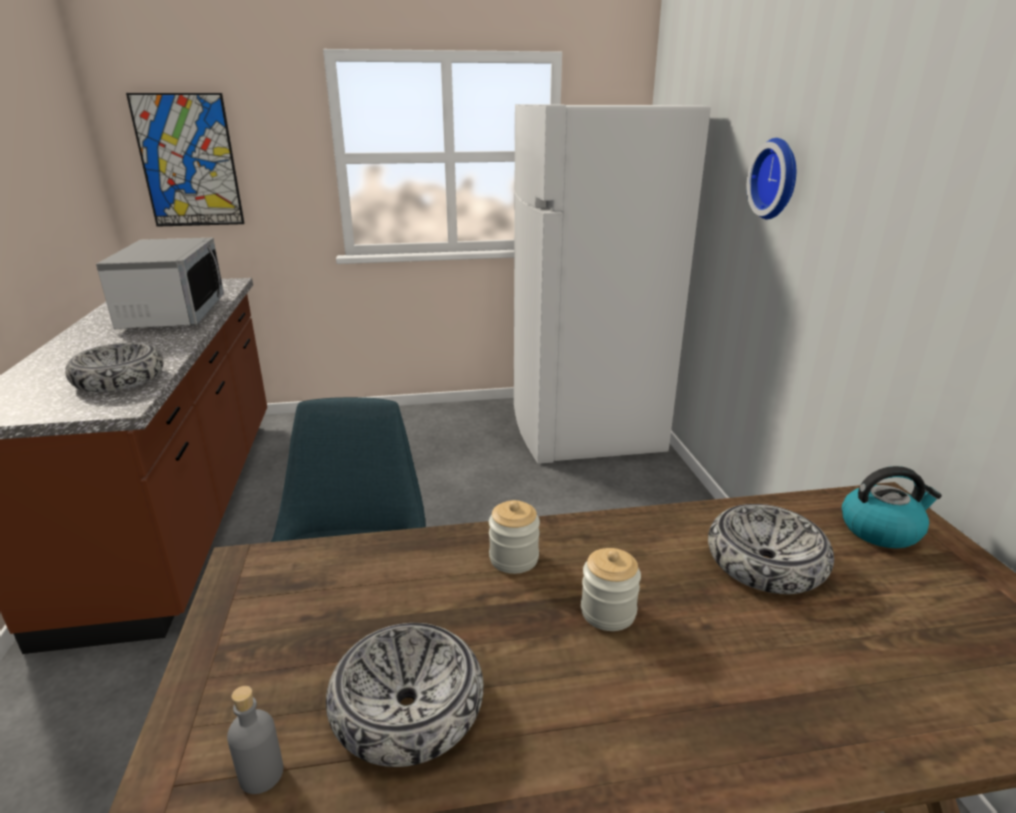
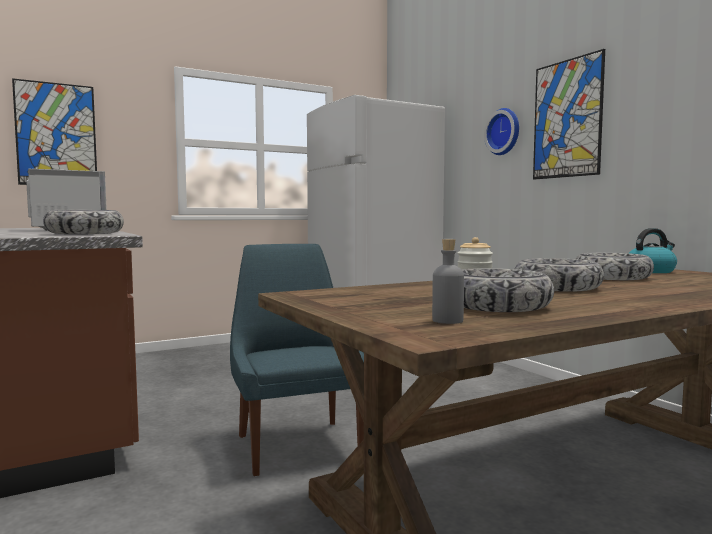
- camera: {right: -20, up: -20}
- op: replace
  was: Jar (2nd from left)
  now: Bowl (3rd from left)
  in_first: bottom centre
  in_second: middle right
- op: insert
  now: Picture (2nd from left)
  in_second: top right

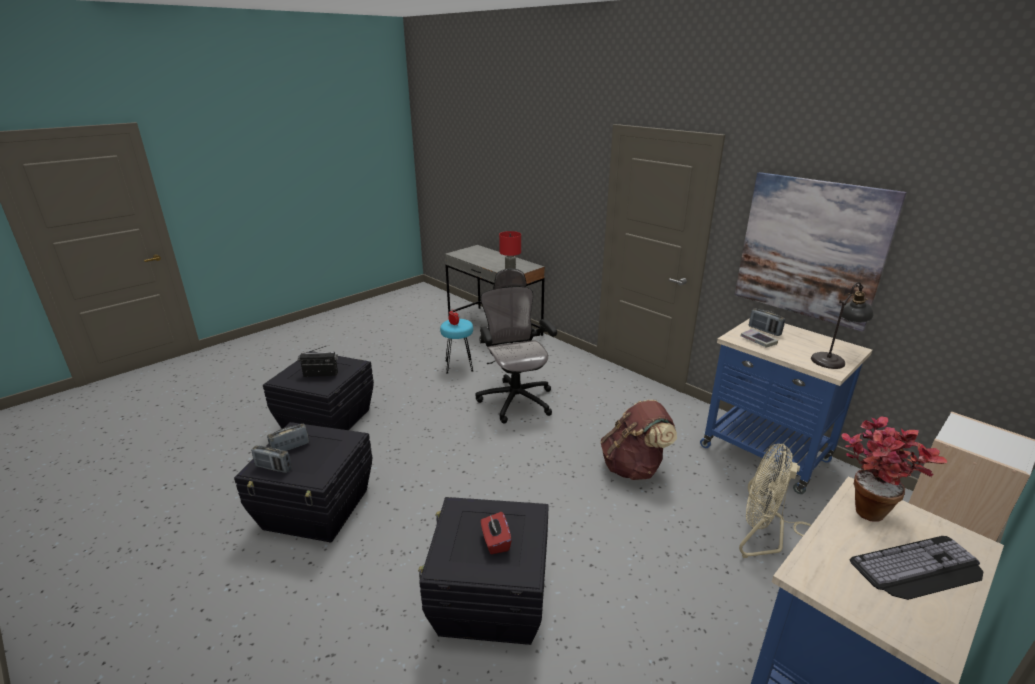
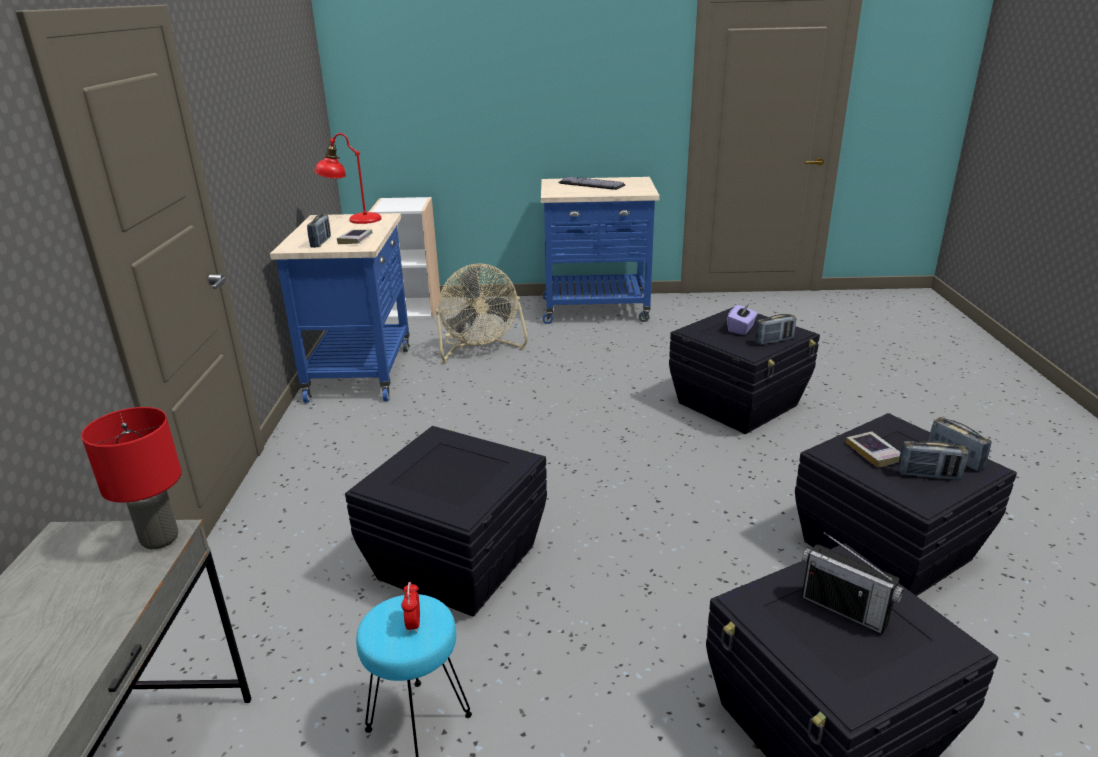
- camera: {right: -135, up: 0}
- op: recolor
  was: GreyTableLamp
  now: RedTableLamp (2nd from left)
  in_first: middle right
  in_second: top left
- op: replace
  was: OfficeChair
  now: BlackStorageBox (1st from left)
  in_first: centre
  in_second: bottom centre
- op: recolor
  was: RedTissueBox
  now: PurpleTissueBox
  in_first: bottom centre
  in_second: middle right
- op: insert
  now: Radio (2nd from left)
  in_second: middle right
- op: insert
  now: Book (2nd from left)
  in_second: middle right
- op: delete
  was: BrownBackpack
  in_first: centre
- op: delete
  was: Picture
  in_first: middle right
- op: delete
  was: PottedPlant
  in_first: bottom right

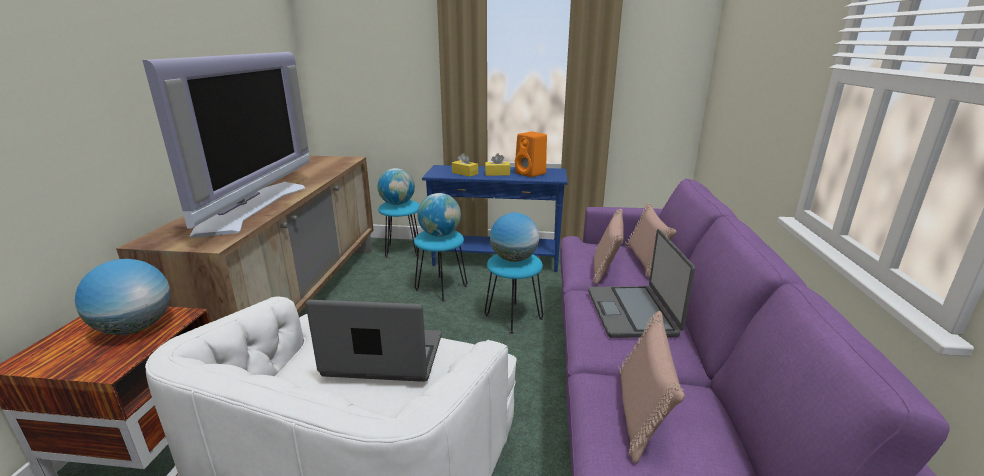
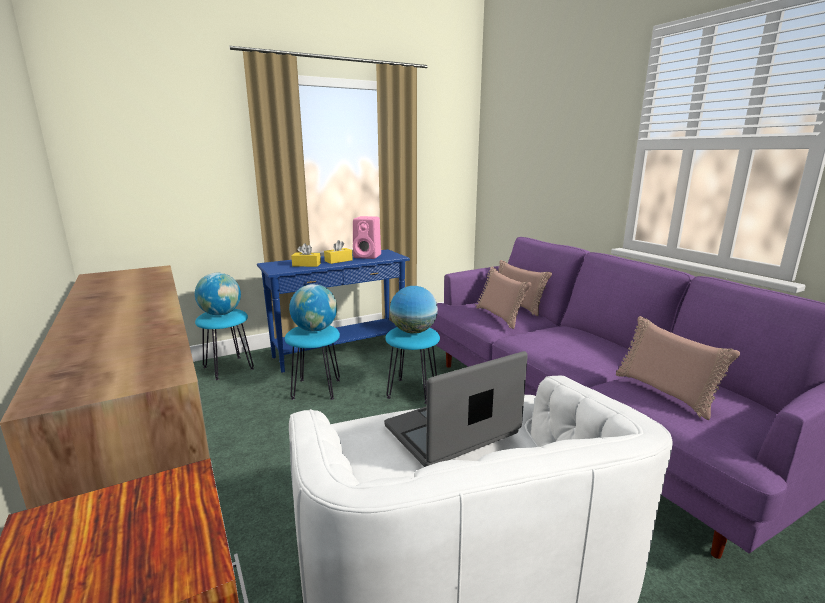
- camera: {right: -35, up: -5}
- op: recolor
  was: OrangeSpeaker
  now: PinkSpeaker
  in_first: top centre
  in_second: centre
- op: delete
  was: Globe (1st from left)
  in_first: middle left
- op: delete
  was: Television
  in_first: top left
- op: delete
  was: Laptop (2nd from left)
  in_first: centre

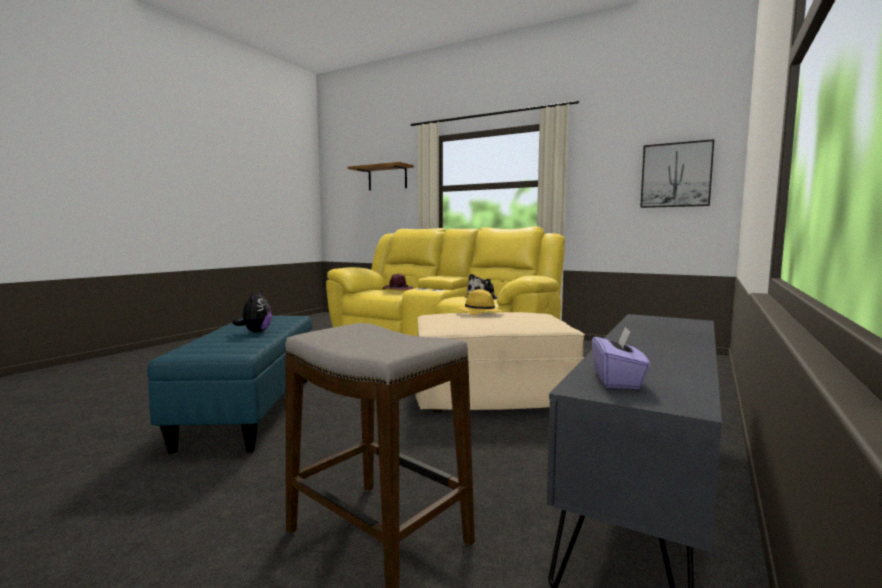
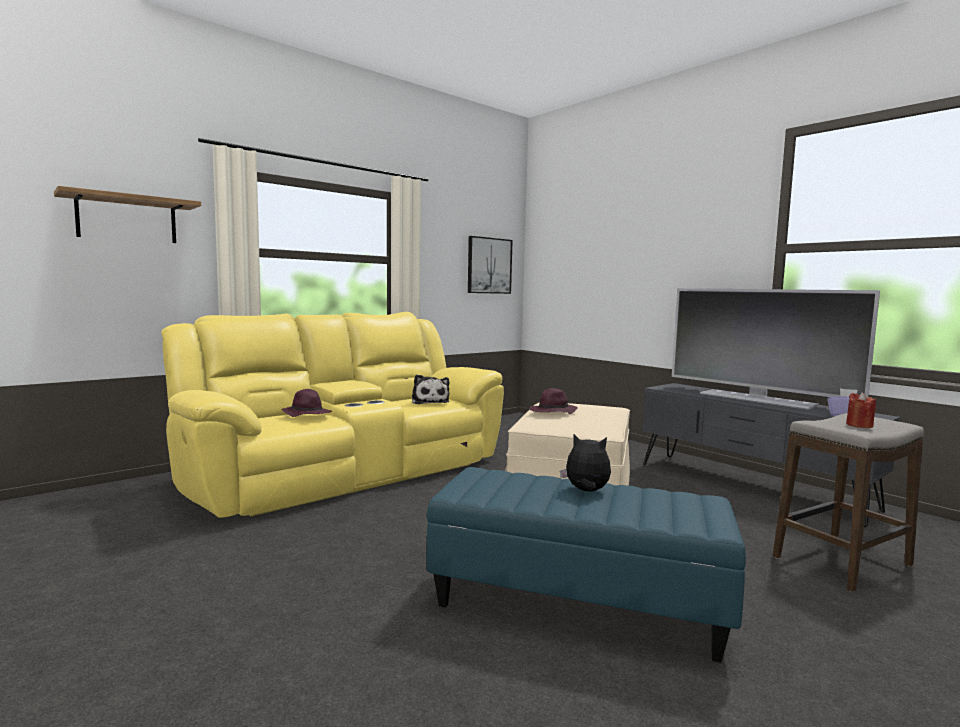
- camera: {right: -70, up: 0}
- op: recolor
  was: YellowHat
  now: PurpleHat (2nd from left)
  in_first: centre
  in_second: centre
- op: insert
  now: Television
  in_second: middle right
- op: insert
  now: RedCandle
  in_second: middle right

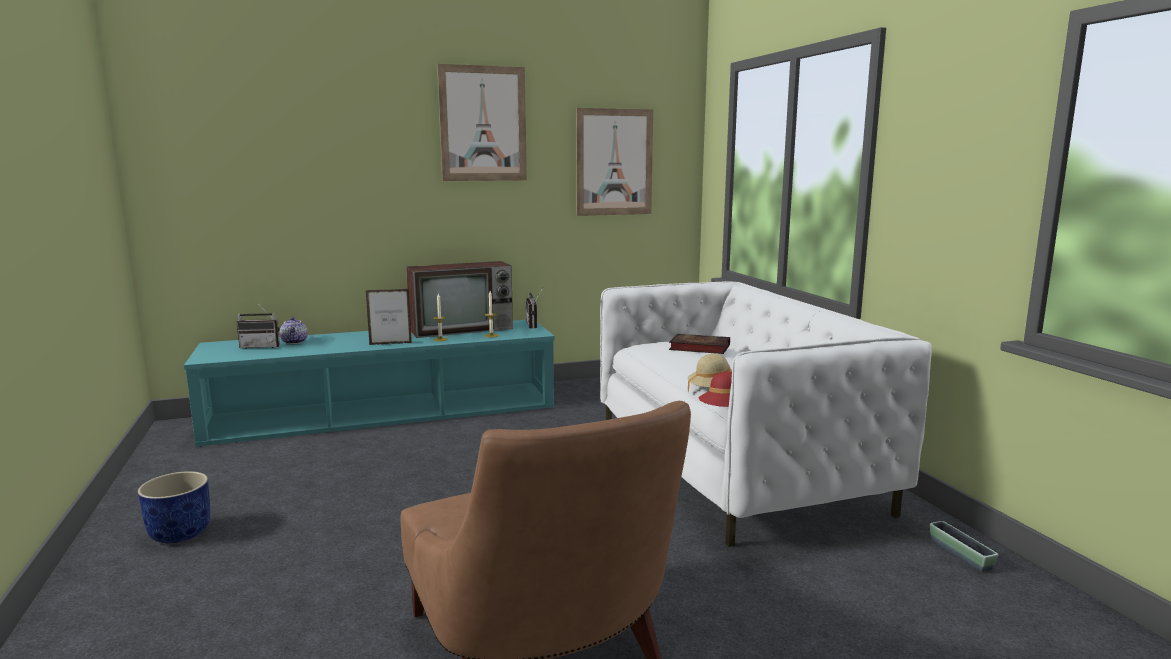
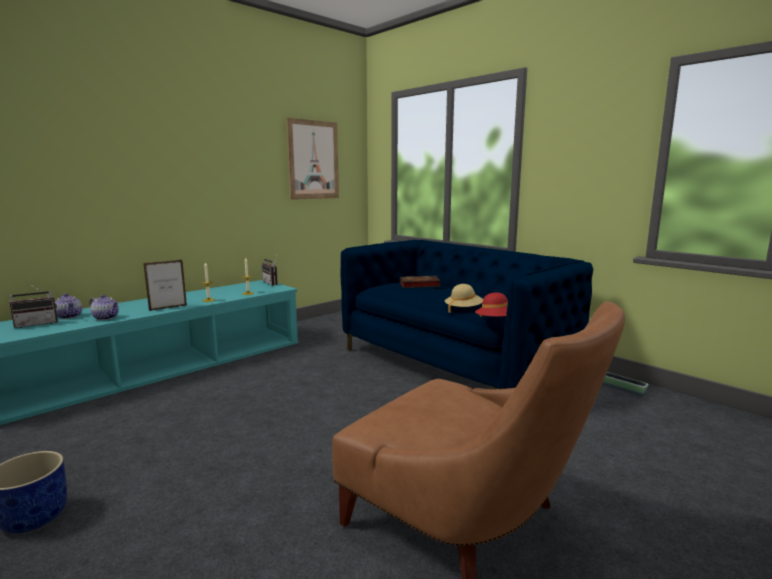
- camera: {right: -25, up: 0}
- op: insert
  now: Teapot (2nd from left)
  in_second: middle left
- op: recolor
  was: WhiteSofa
  now: BlueSofa
  in_first: centre
  in_second: centre
- op: delete
  was: Television
  in_first: centre
- op: delete
  was: Picture (1st from left)
  in_first: top centre

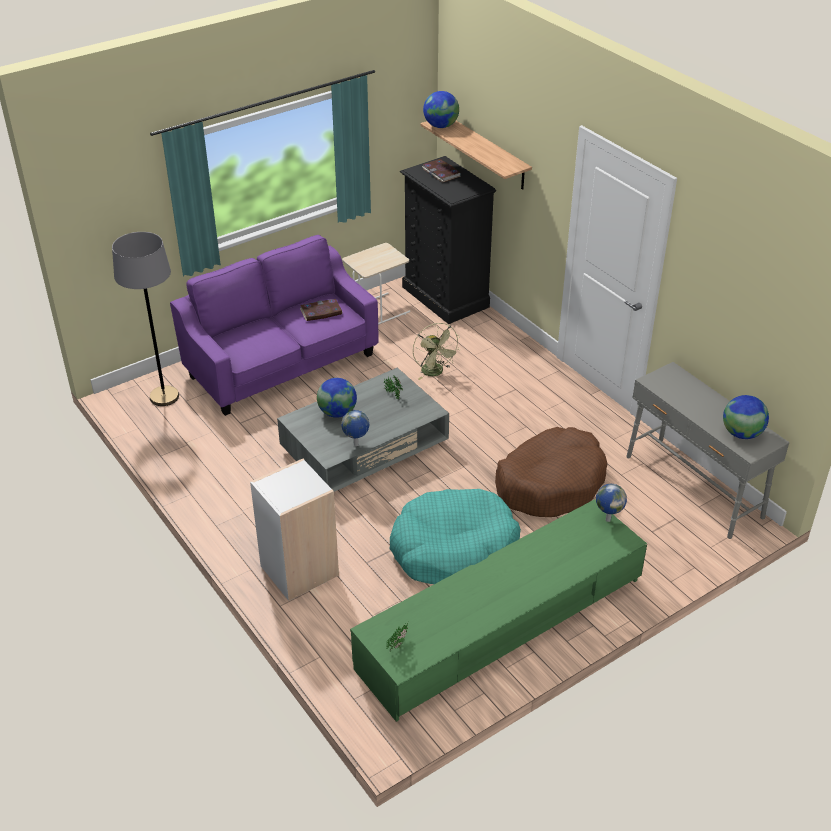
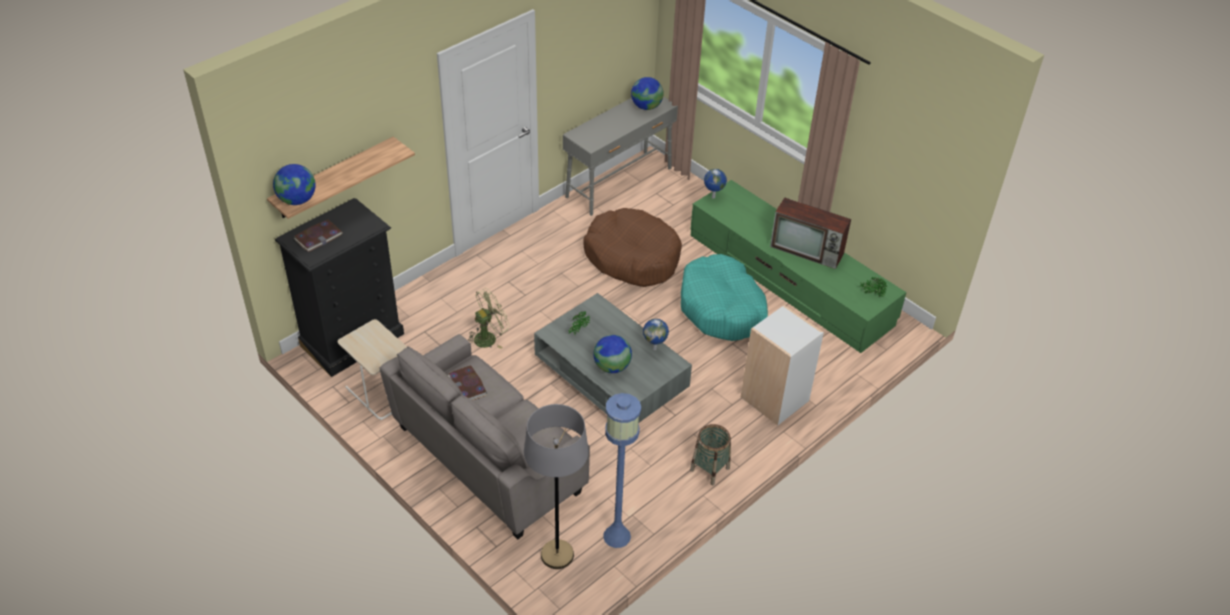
- camera: {right: -100, up: 5}
- op: recolor
  was: PurpleSofa
  now: GreySofa
  in_first: middle left
  in_second: bottom centre
- op: insert
  now: BlueFloorLamp
  in_second: bottom centre
- op: insert
  now: Basket
  in_second: bottom centre
- op: insert
  now: Television
  in_second: centre

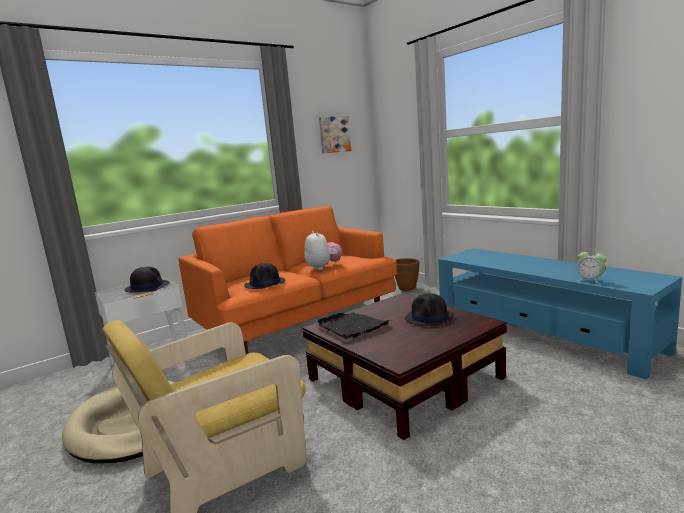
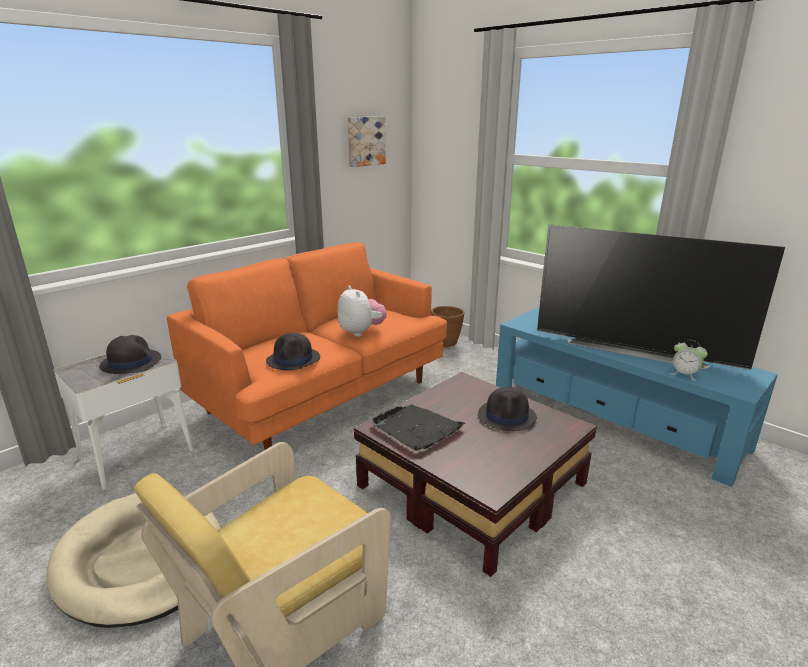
- camera: {right: -10, up: 10}
- op: insert
  now: Television
  in_second: middle right

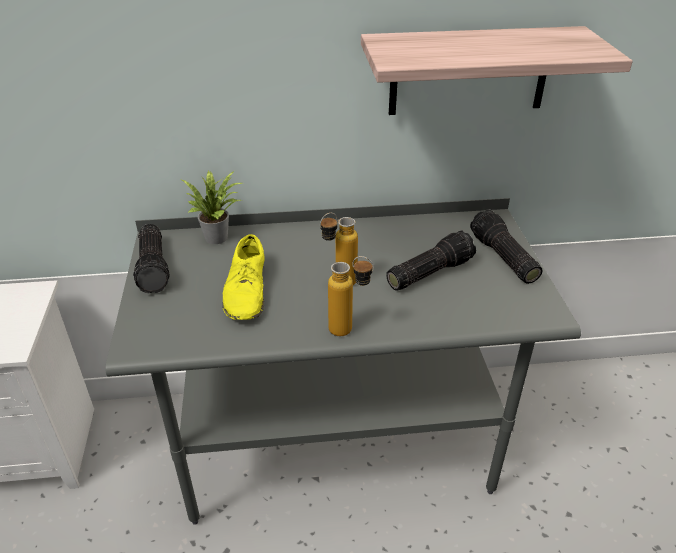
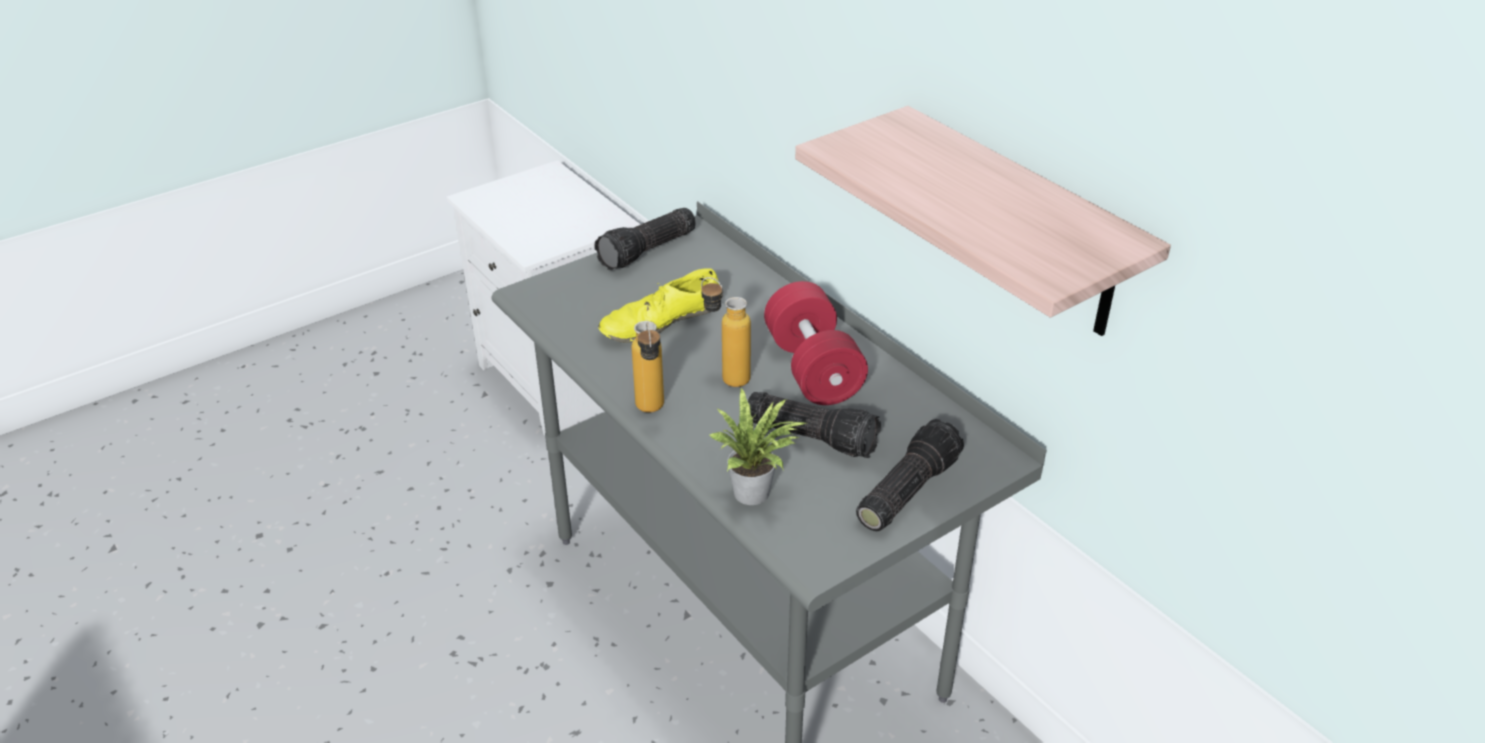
- camera: {right: 60, up: 0}
- op: move
  was: PottedPlant
  in_first: middle left
  in_second: centre
- op: insert
  now: RedDumbbell
  in_second: centre

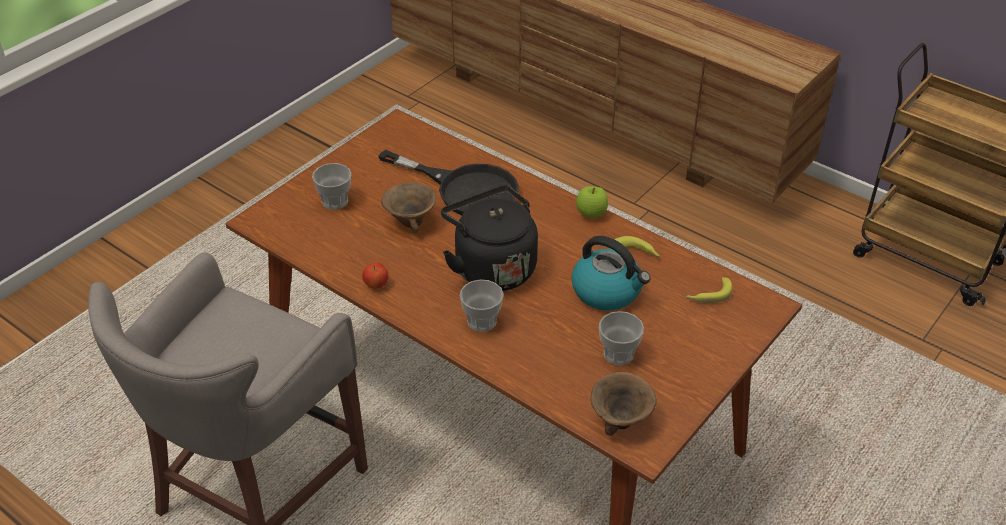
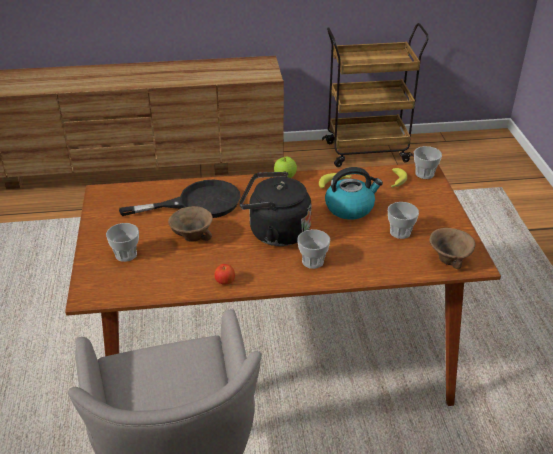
- camera: {right: -45, up: -5}
- op: insert
  now: Cup (4th from left)
  in_second: middle right

